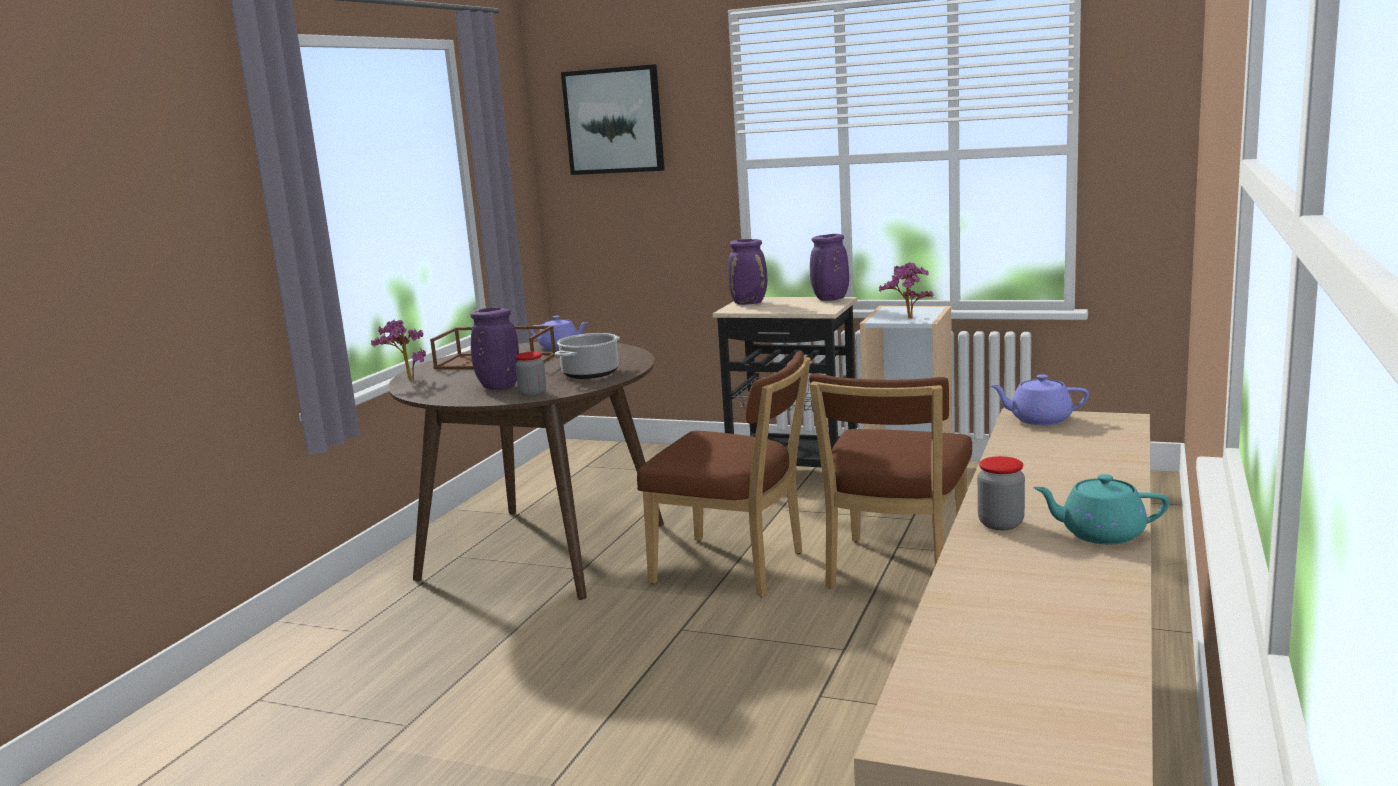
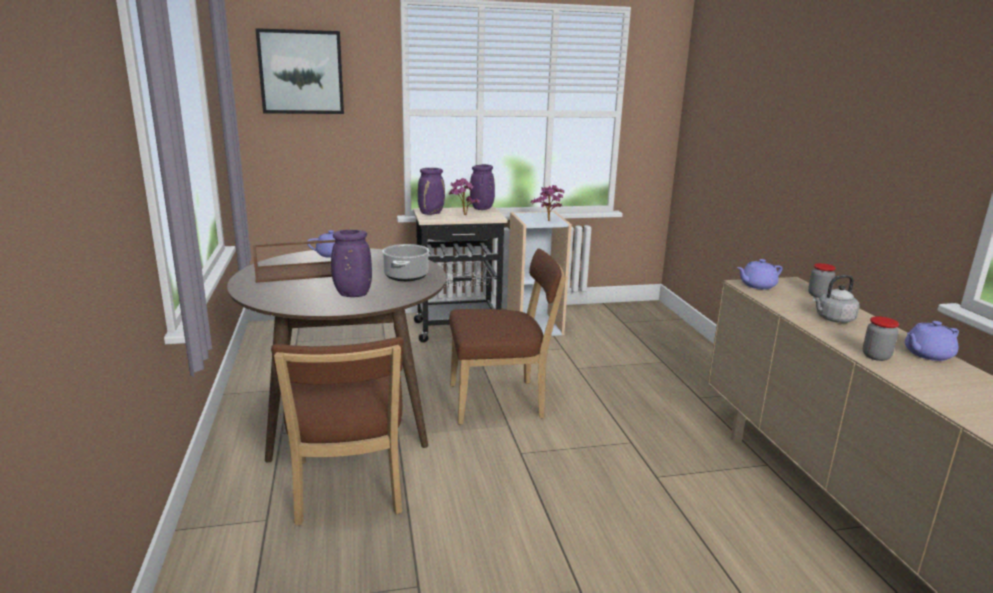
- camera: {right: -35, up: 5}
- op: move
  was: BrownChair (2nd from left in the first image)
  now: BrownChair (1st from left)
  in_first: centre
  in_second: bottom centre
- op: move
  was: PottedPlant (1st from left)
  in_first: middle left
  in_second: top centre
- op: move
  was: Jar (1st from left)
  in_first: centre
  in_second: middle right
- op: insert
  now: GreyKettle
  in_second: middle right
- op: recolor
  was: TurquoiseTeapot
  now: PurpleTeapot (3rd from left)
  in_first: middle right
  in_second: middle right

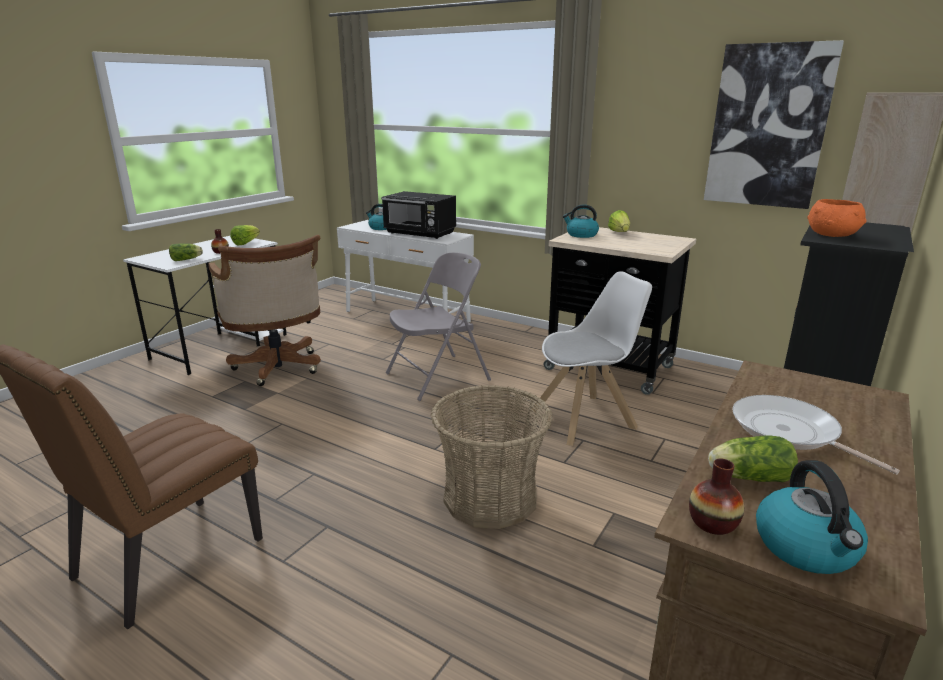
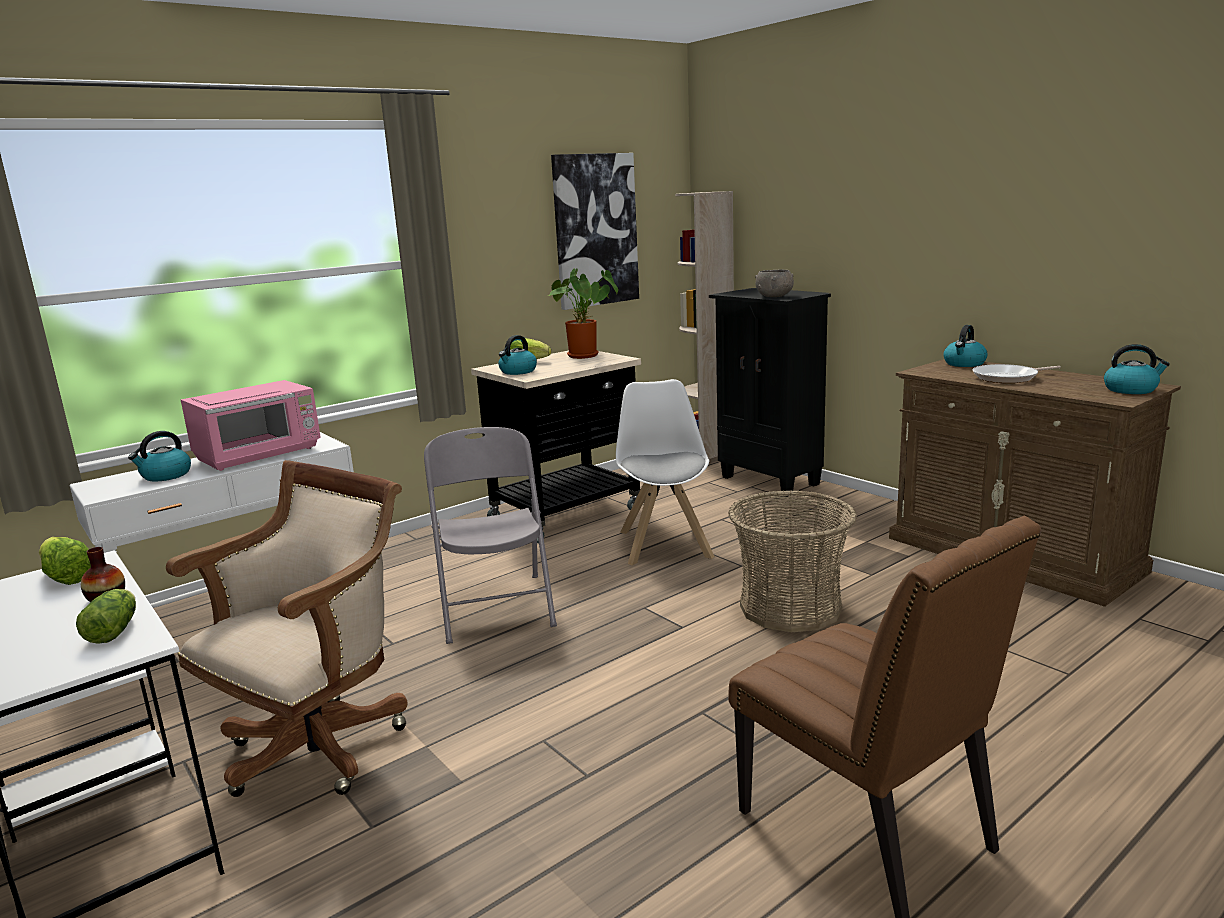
- camera: {right: -70, up: -5}
- op: rotate
  was: OfficeChair
  in_first: middle left
  in_second: bottom left
  clockwise: -45
- op: recolor
  was: BlackMicrowave
  now: PinkMicrowave
  in_first: top centre
  in_second: middle left
- op: insert
  now: PottedPlant
  in_second: centre
- op: recolor
  was: OrangeBowl
  now: GreyBowl
  in_first: top right
  in_second: top centre
- op: insert
  now: Kettle (3rd from left)
  in_second: middle right
- op: delete
  was: Vase (2nd from left)
  in_first: bottom right
- op: delete
  was: Lettuce (4th from left)
  in_first: bottom right

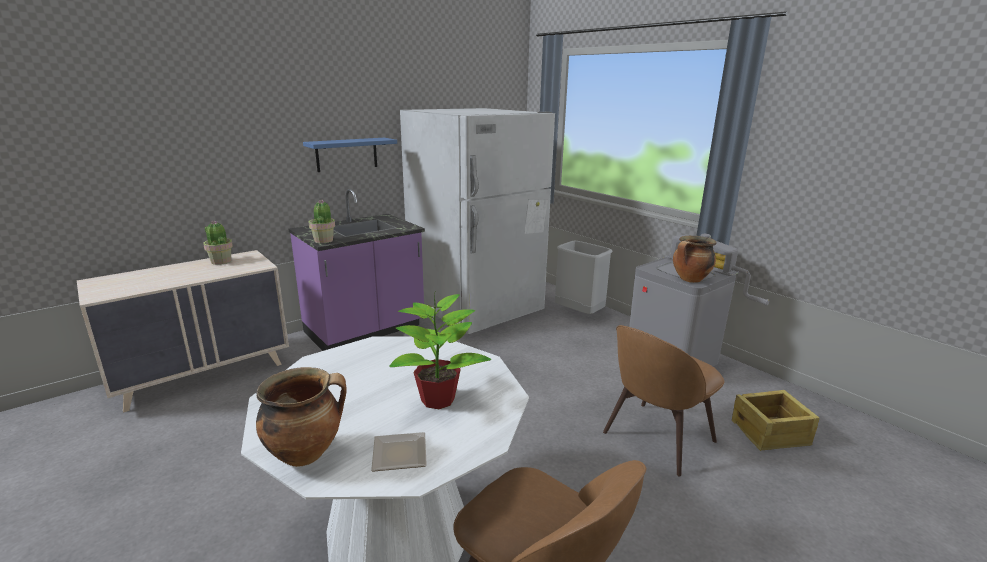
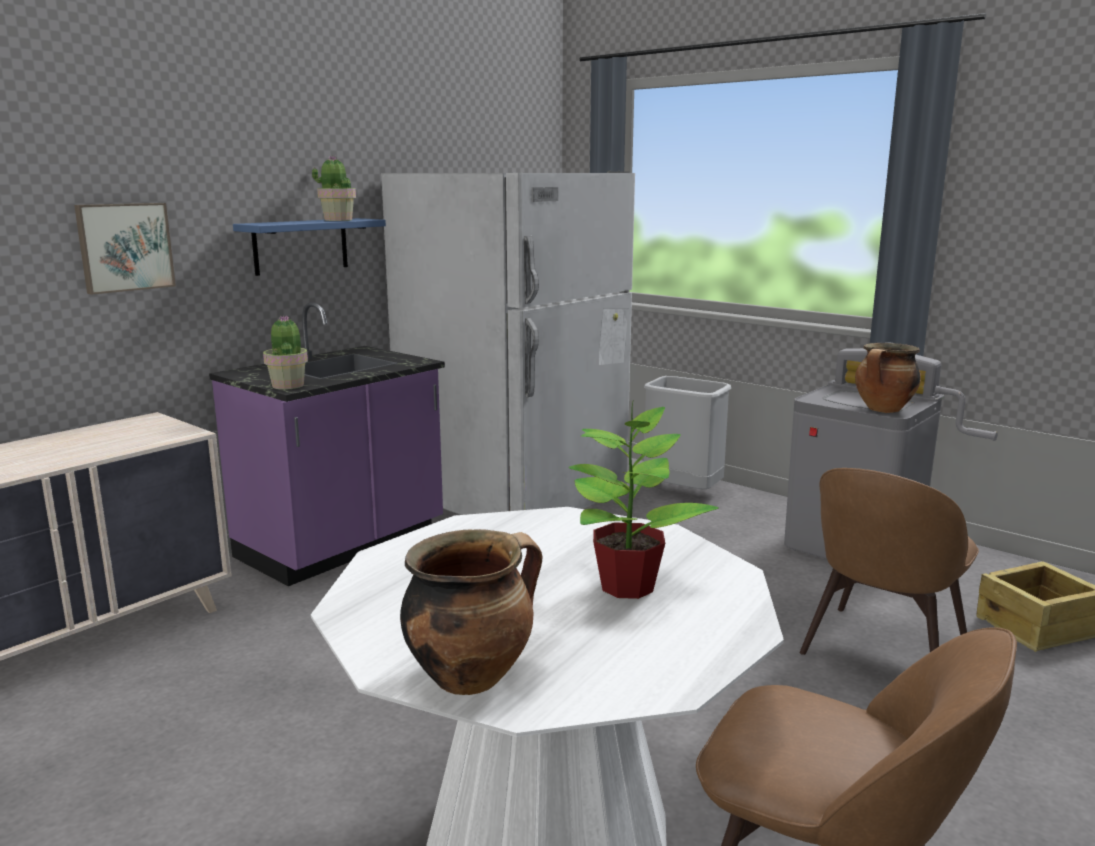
- camera: {right: -10, up: -5}
- op: insert
  now: Picture
  in_second: top left
- op: move
  was: PottedPlant (1st from left in the first image)
  now: PottedPlant (2nd from left)
  in_first: middle left
  in_second: top left
- op: delete
  was: Plate
  in_first: bottom centre

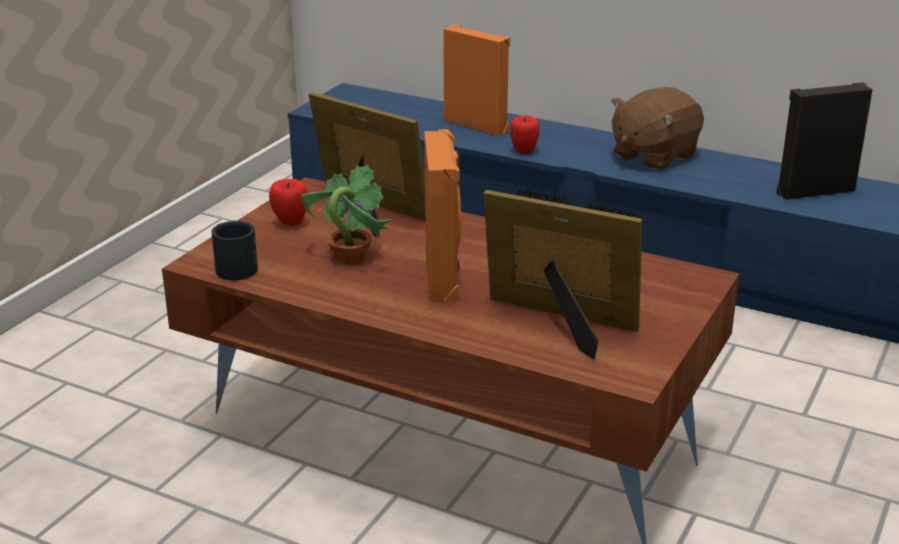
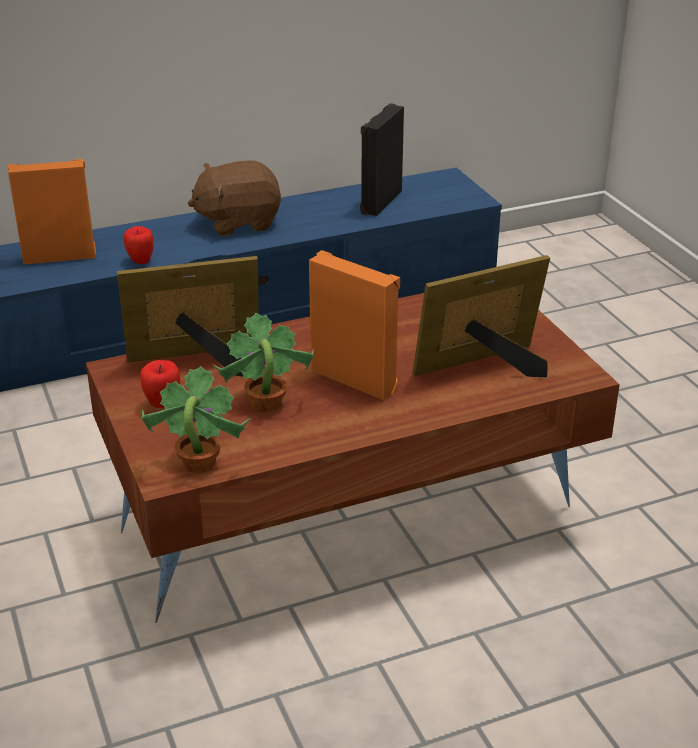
- camera: {right: -50, up: 5}
- op: replace
  was: BlackMug
  now: PottedPlant (1st from left)
  in_first: middle left
  in_second: middle left
- op: rotate
  was: BrownPlushToy
  in_first: top right
  in_second: top centre
  clockwise: 75

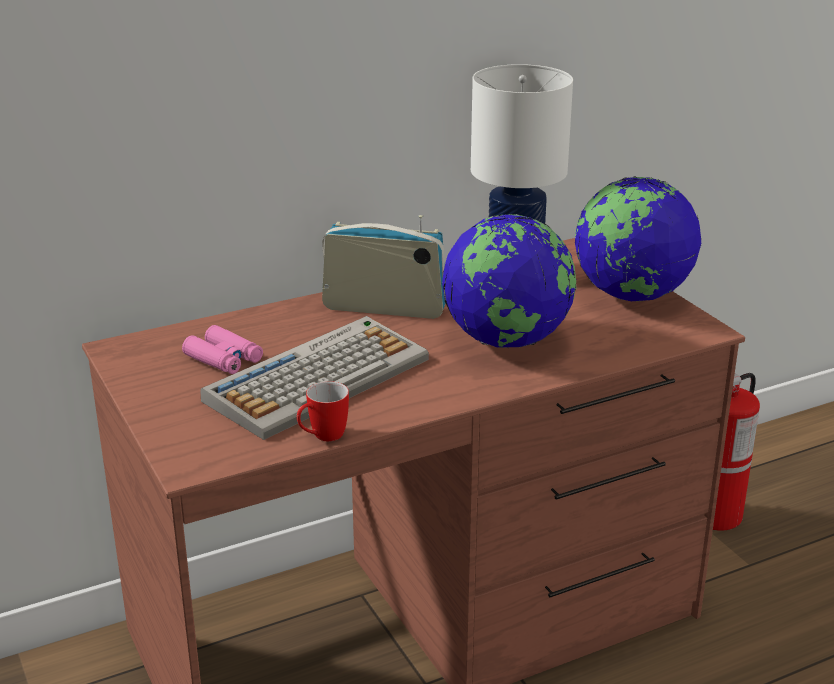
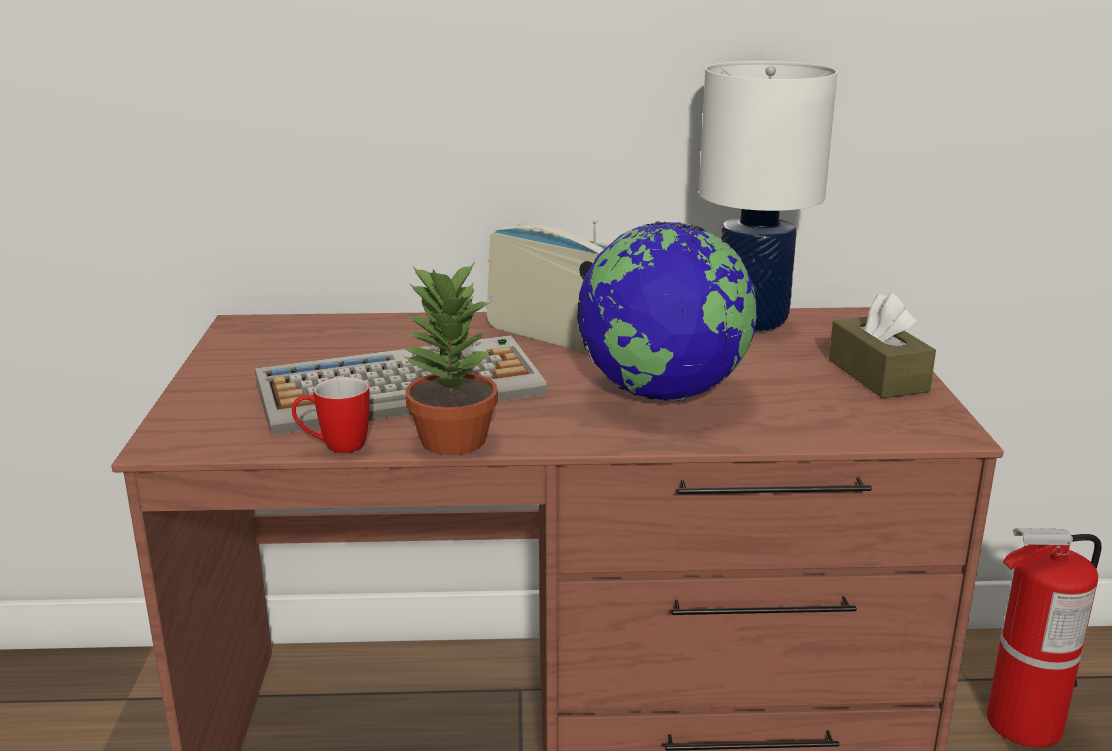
- camera: {right: 25, up: -5}
- op: insert
  now: PottedPlant
  in_second: centre
- op: replace
  was: Globe (2nd from left)
  now: BrownTissueBox
  in_first: middle right
  in_second: middle right
- op: delete
  was: PinkBinoculars
  in_first: middle left

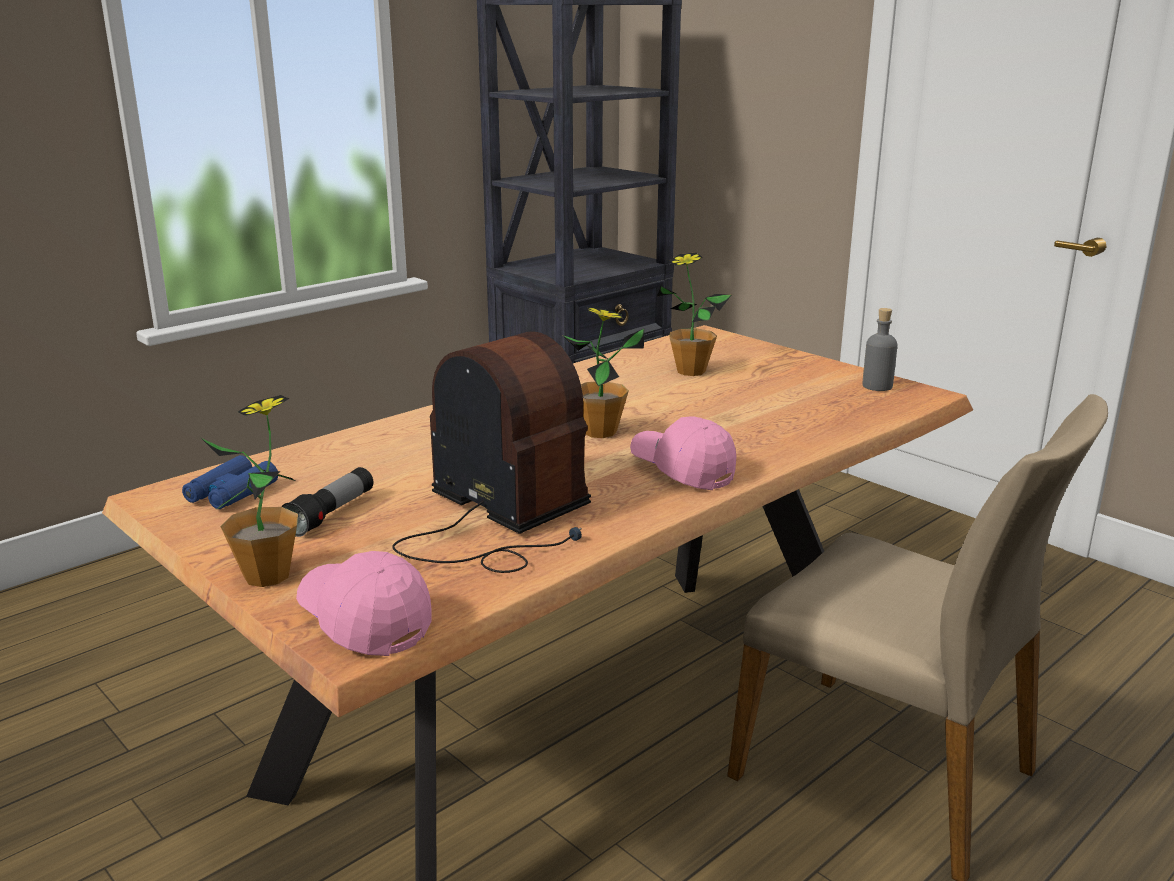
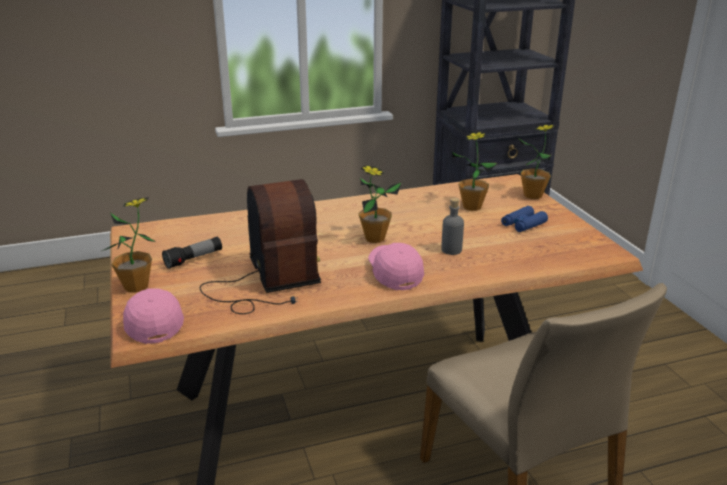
- camera: {right: 25, up: 5}
- op: move
  was: GreyBottle
  in_first: middle right
  in_second: centre
- op: move
  was: BlueBinoculars
  in_first: middle left
  in_second: middle right
- op: insert
  now: PottedPlant (4th from left)
  in_second: top right

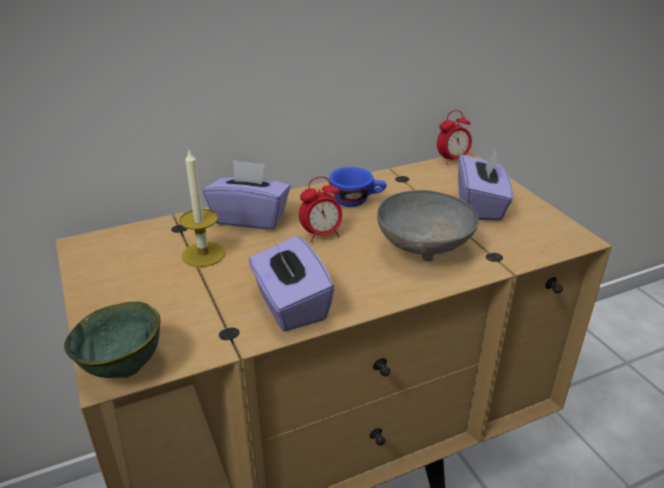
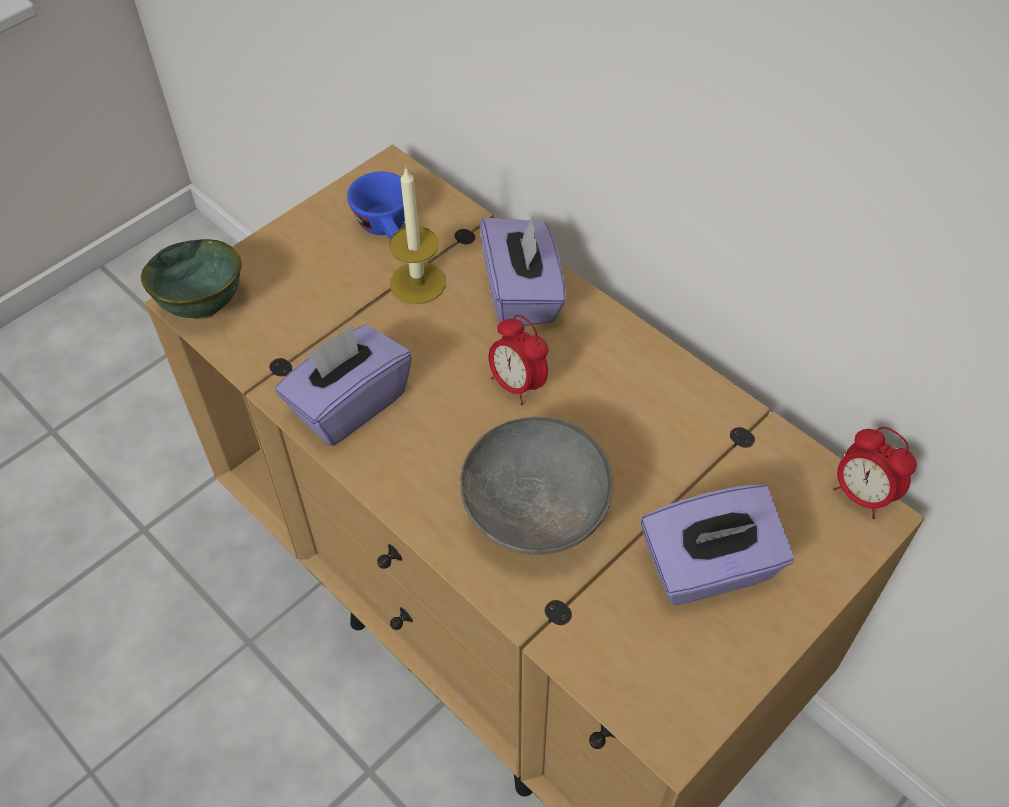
- camera: {right: 70, up: 20}
- op: move
  was: BlueCup
  in_first: centre
  in_second: top centre

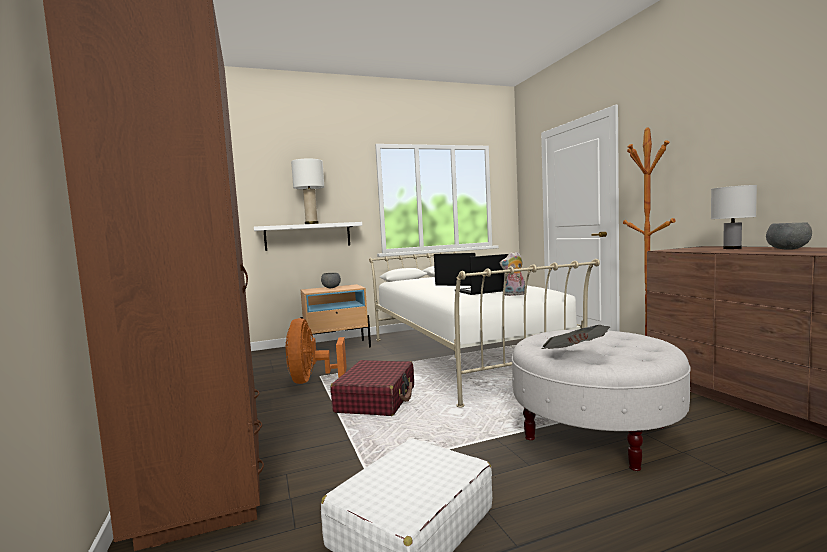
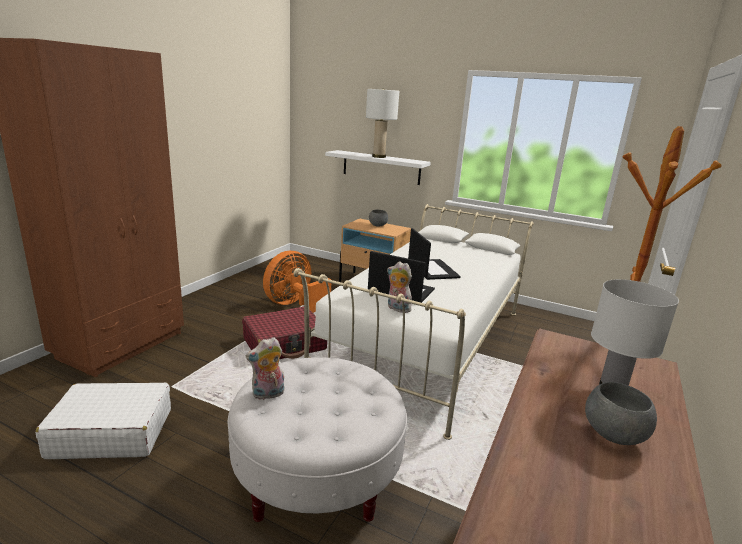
- camera: {right: 45, up: 15}
- op: replace
  was: Newspaper
  now: PlushToy (1st from left)
  in_first: middle right
  in_second: bottom centre

